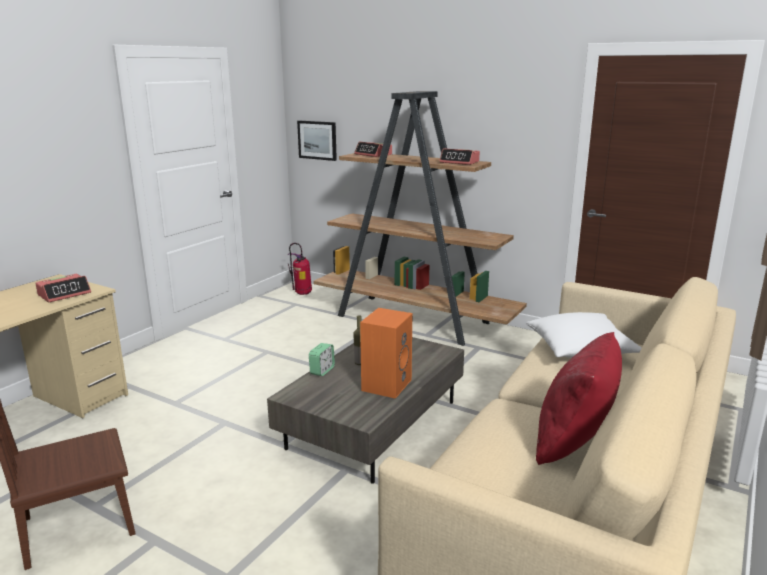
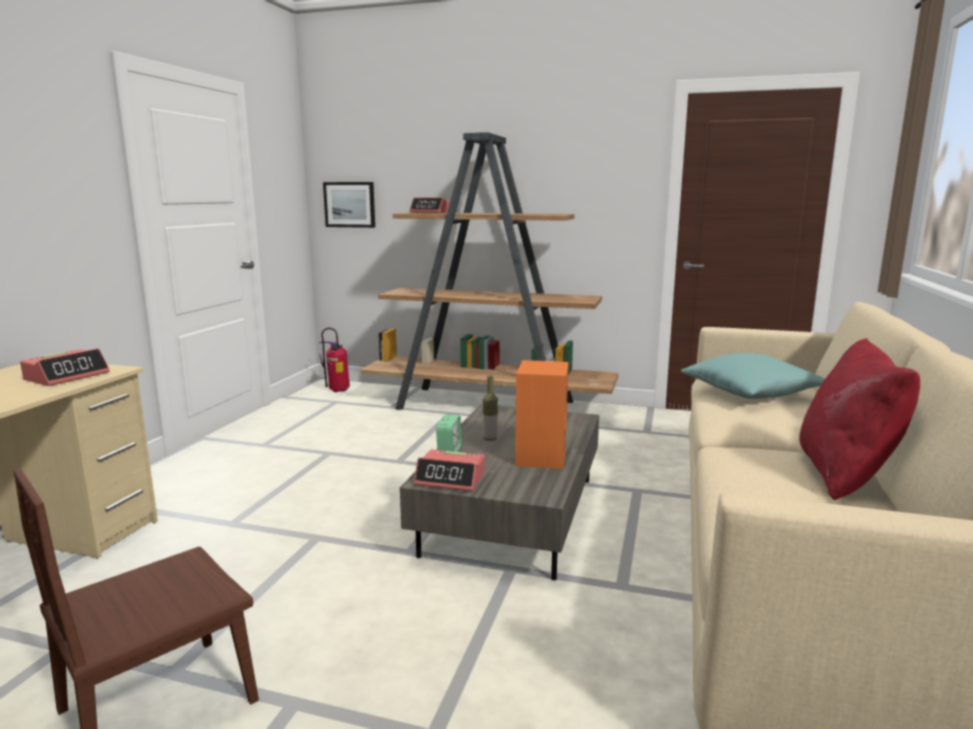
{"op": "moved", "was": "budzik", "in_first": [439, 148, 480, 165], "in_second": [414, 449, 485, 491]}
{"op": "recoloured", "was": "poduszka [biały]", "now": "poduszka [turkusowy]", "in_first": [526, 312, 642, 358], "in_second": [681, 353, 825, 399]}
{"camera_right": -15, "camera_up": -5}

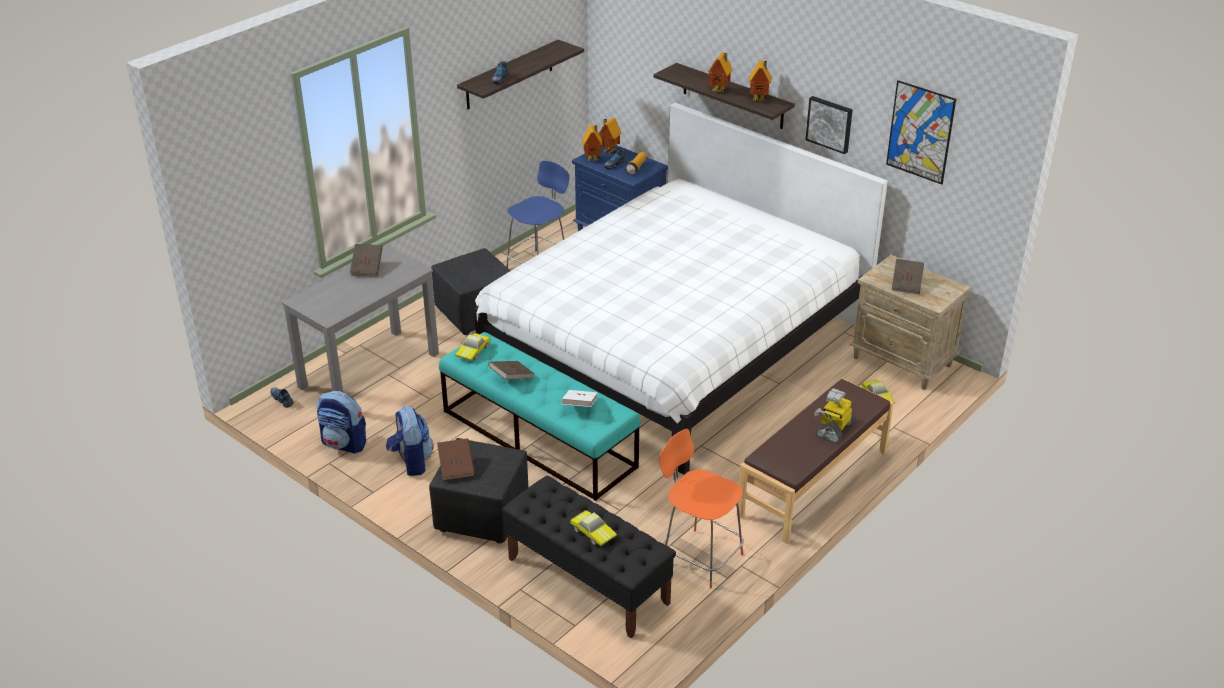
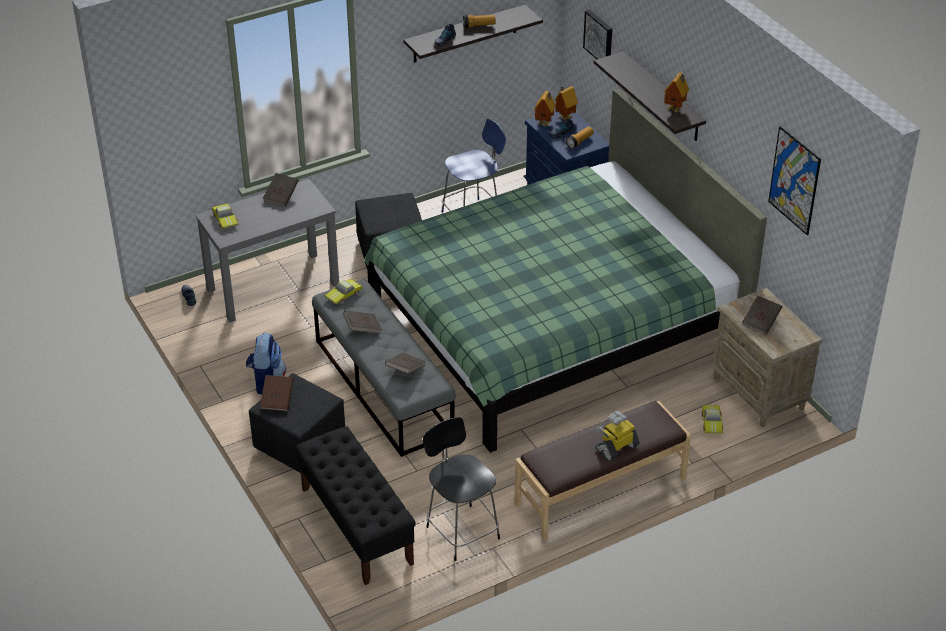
{"op": "moved", "was": "samochodzik", "in_first": [570, 510, 617, 546], "in_second": [212, 203, 239, 229]}
{"op": "recoloured", "was": "ławka [turkusowy]", "now": "ławka [szary]", "in_first": [439, 332, 640, 501], "in_second": [312, 279, 456, 457]}
{"op": "recoloured", "was": "łóżko [biały]", "now": "łóżko [zielony]", "in_first": [474, 103, 888, 475], "in_second": [364, 88, 767, 453]}
{"op": "recoloured", "was": "książka [biały]", "now": "książka [brązowy]", "in_first": [561, 390, 598, 407], "in_second": [385, 353, 425, 374]}
{"op": "recoloured", "was": "stołek [pomarańczowy]", "now": "stołek [czarny]", "in_first": [659, 429, 744, 588], "in_second": [423, 417, 500, 561]}
{"op": "added", "now": "latarka", "in_second": [463, 15, 495, 28]}
{"op": "moved", "was": "obraz", "in_first": [806, 96, 853, 154], "in_second": [583, 10, 612, 59]}
{"op": "removed", "was": "plecak", "in_first": [317, 391, 366, 454]}
{"op": "removed", "was": "domek", "in_first": [707, 52, 732, 93]}
{"camera_right": 20, "camera_up": 5}

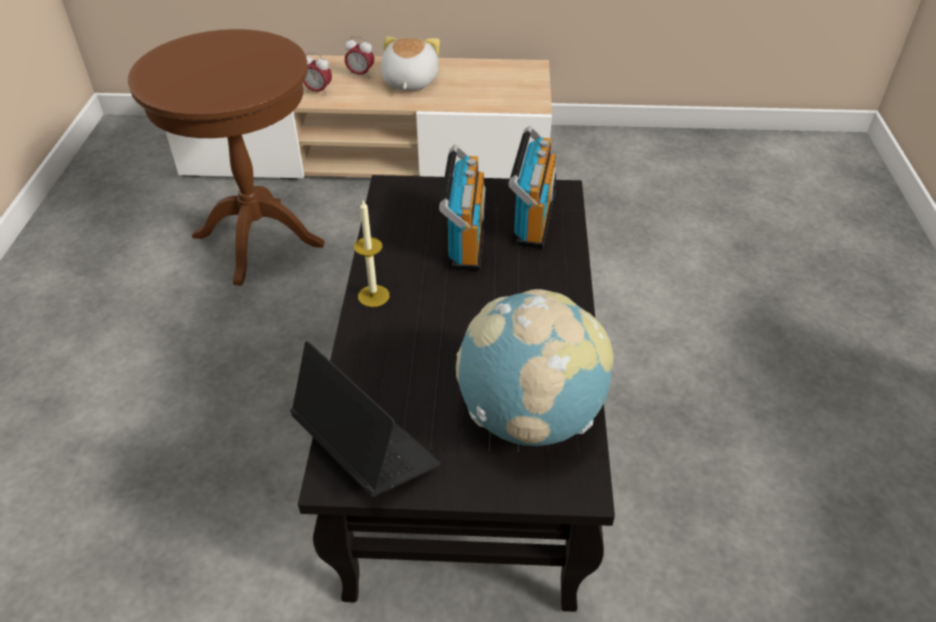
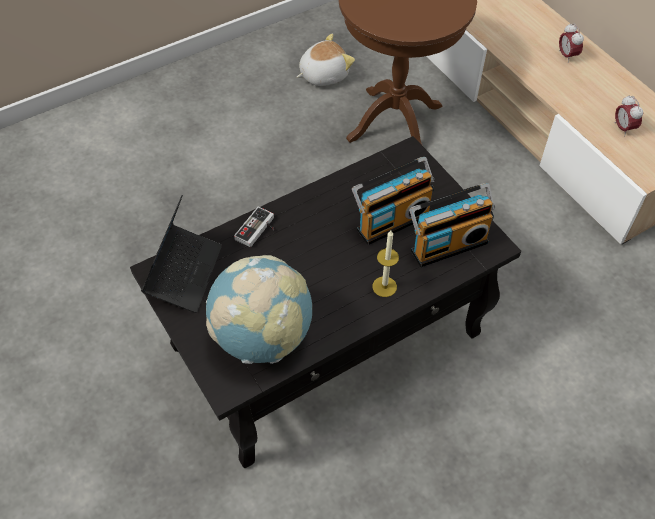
{"op": "added", "now": "pad do gier", "in_second": [234, 206, 274, 247]}
{"op": "moved", "was": "pluszak", "in_first": [381, 36, 440, 91], "in_second": [297, 34, 355, 86]}
{"op": "moved", "was": "świeca", "in_first": [354, 200, 390, 307], "in_second": [372, 230, 399, 297]}
{"op": "moved", "was": "budzik", "in_first": [303, 52, 332, 95], "in_second": [614, 95, 643, 136]}
{"camera_right": 55, "camera_up": 10}

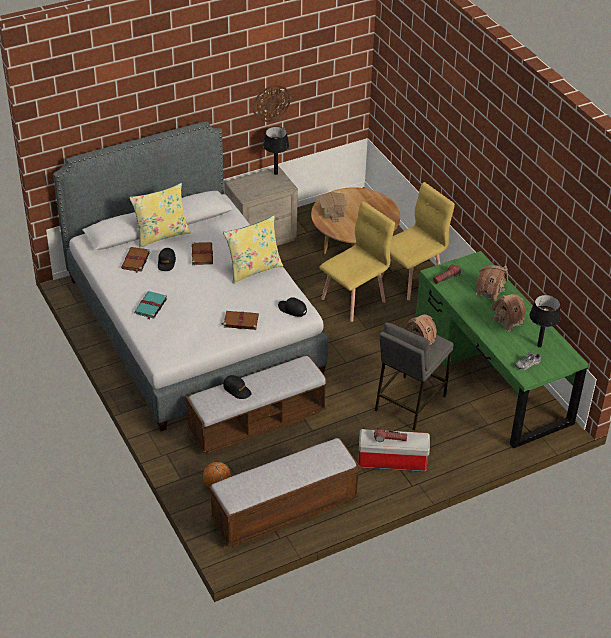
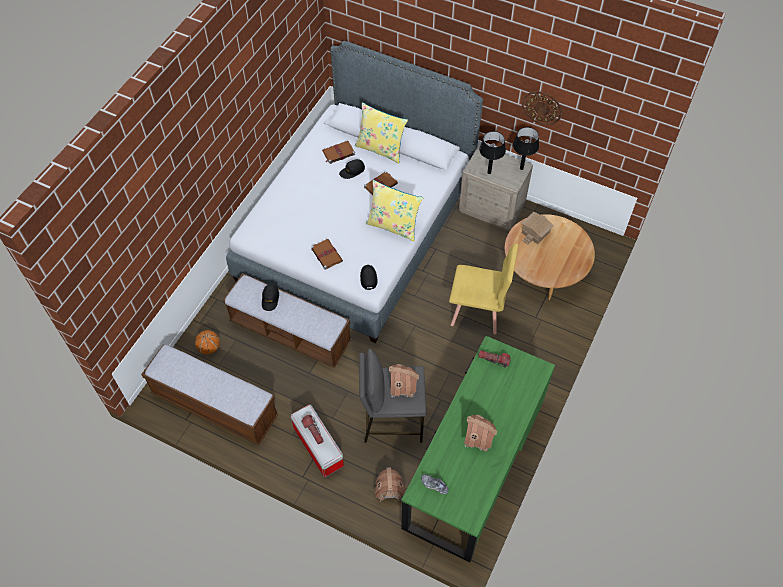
{"op": "moved", "was": "domek", "in_first": [475, 265, 508, 301], "in_second": [375, 467, 405, 502]}
{"op": "moved", "was": "lampa stołowa [czarny]", "in_first": [529, 295, 560, 348], "in_second": [479, 131, 506, 174]}
{"op": "removed", "was": "książka [turkusowy]", "in_first": [134, 291, 167, 320]}
{"op": "removed", "was": "krzesło [żółty]", "in_first": [381, 182, 455, 300]}
{"camera_right": 55, "camera_up": 15}

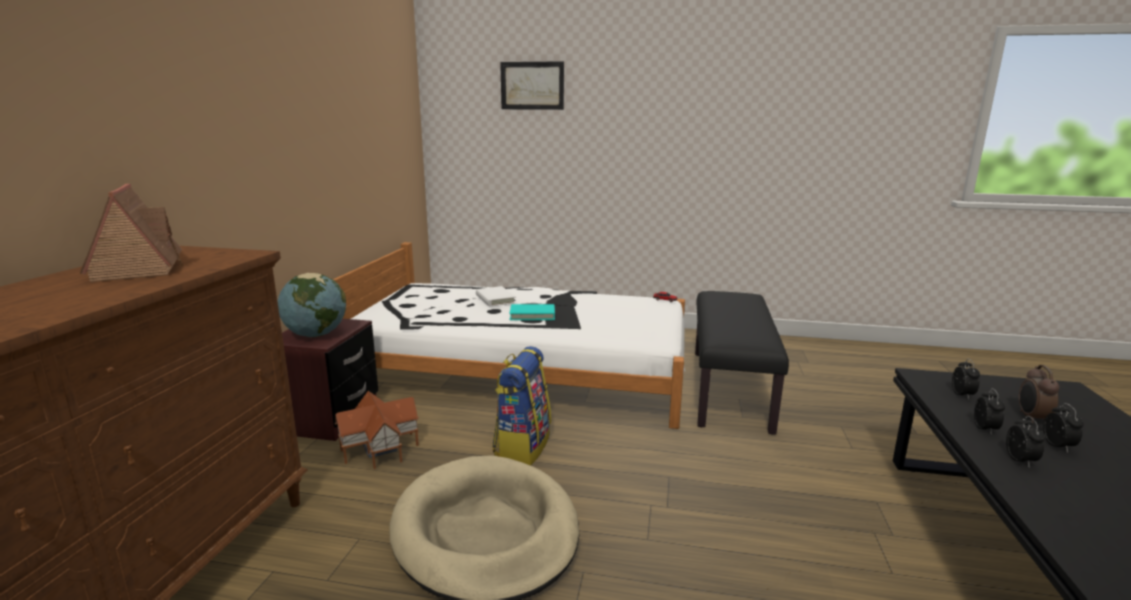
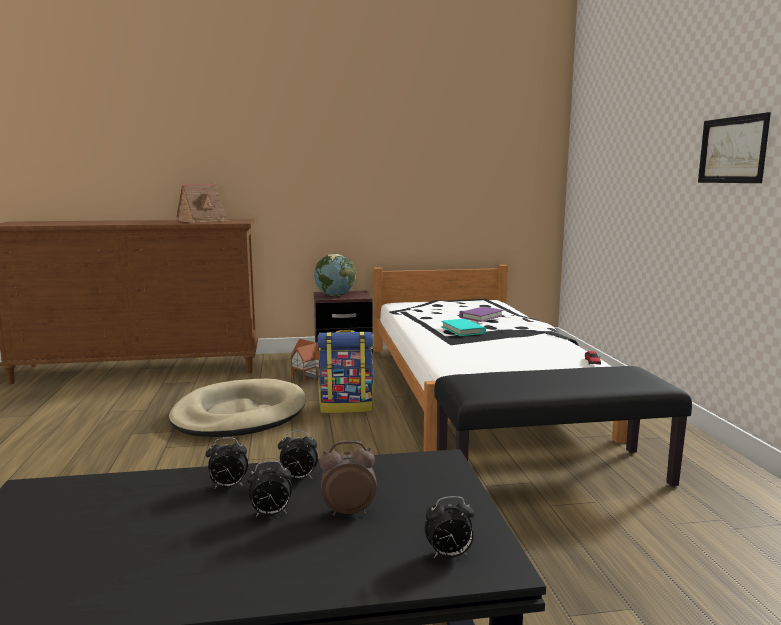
{"op": "moved", "was": "budzik", "in_first": [952, 358, 980, 399], "in_second": [425, 496, 475, 558]}
{"op": "recoloured", "was": "książka [biały]", "now": "książka [fioletowy]", "in_first": [476, 286, 516, 307], "in_second": [459, 307, 504, 322]}
{"op": "moved", "was": "obraz", "in_first": [500, 61, 564, 110], "in_second": [698, 112, 771, 183]}
{"camera_right": 70, "camera_up": -5}

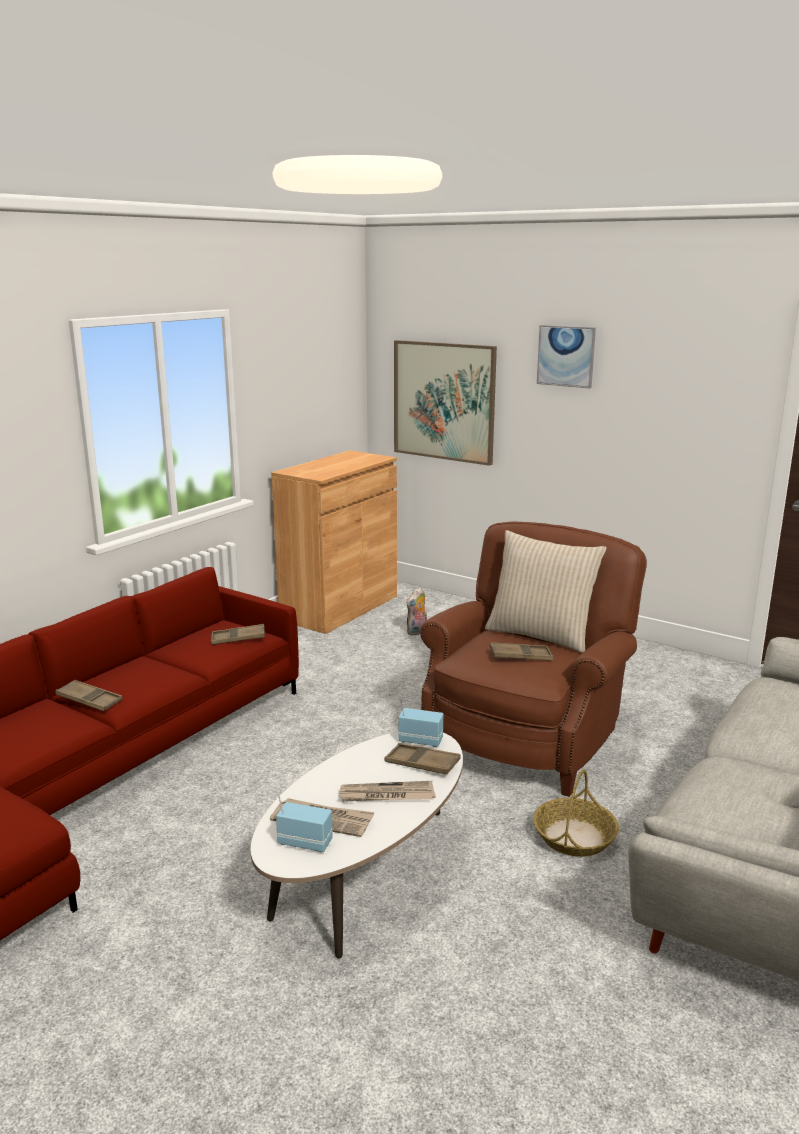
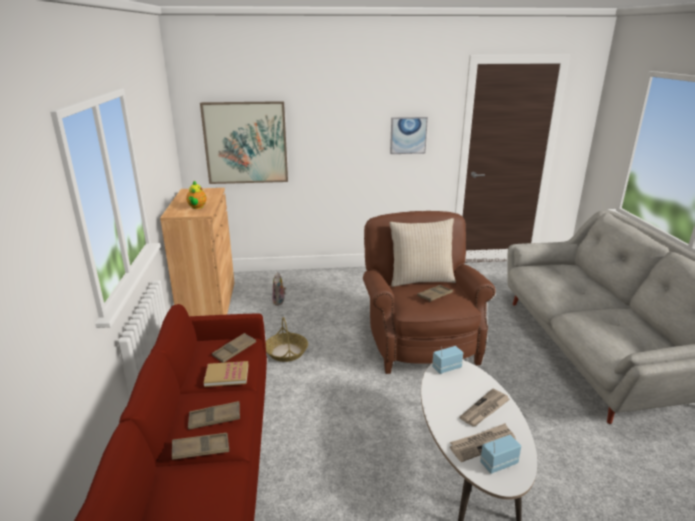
{"op": "added", "now": "imbryk", "in_second": [186, 181, 207, 209]}
{"op": "moved", "was": "taca [brązowy]", "in_first": [384, 743, 461, 774], "in_second": [188, 401, 240, 430]}
{"op": "added", "now": "książka", "in_second": [204, 361, 248, 387]}
{"op": "moved", "was": "koszyk", "in_first": [533, 769, 619, 857], "in_second": [266, 317, 308, 362]}
{"op": "moved", "was": "obraz", "in_first": [537, 325, 596, 388], "in_second": [390, 117, 428, 154]}
{"camera_right": -40, "camera_up": 5}

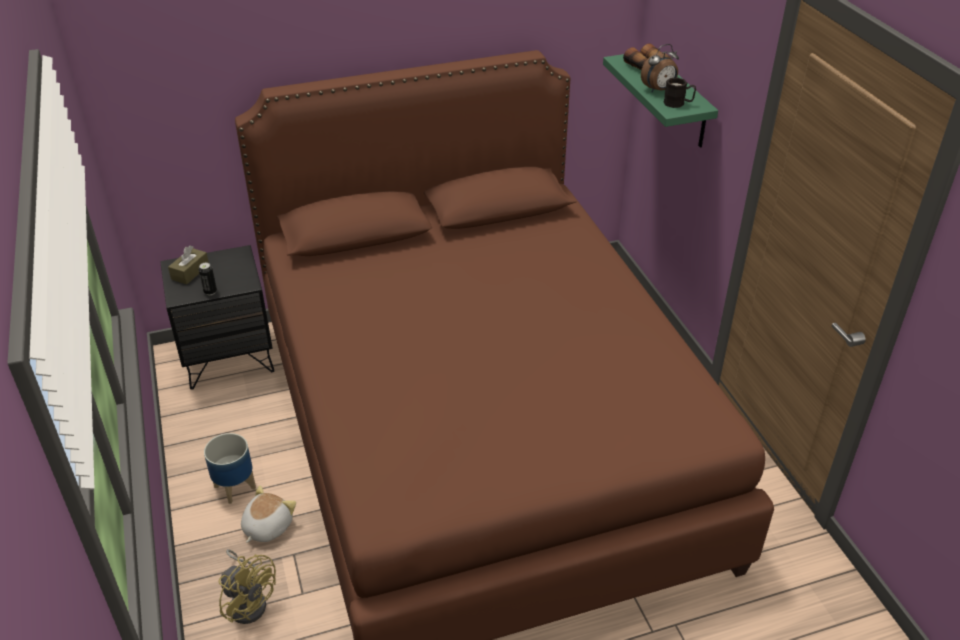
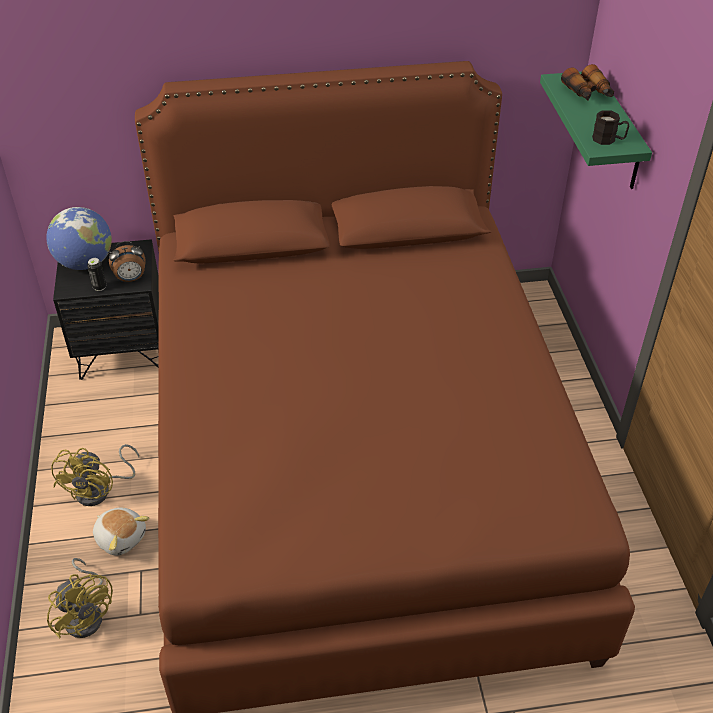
{"op": "replaced", "was": "pudełko chusteczek [brązowy]", "now": "globus", "in_first": [168, 245, 209, 284], "in_second": [47, 207, 112, 270]}
{"op": "replaced", "was": "donica", "now": "wentylator [żółty]", "in_first": [204, 433, 256, 504], "in_second": [51, 444, 139, 506]}
{"op": "turned", "was": "pluszak", "in_first": [241, 486, 296, 543], "in_second": [93, 508, 149, 556], "clockwise": 90}
{"op": "moved", "was": "budzik", "in_first": [641, 44, 679, 92], "in_second": [109, 241, 146, 282]}
{"camera_right": 10, "camera_up": 5}

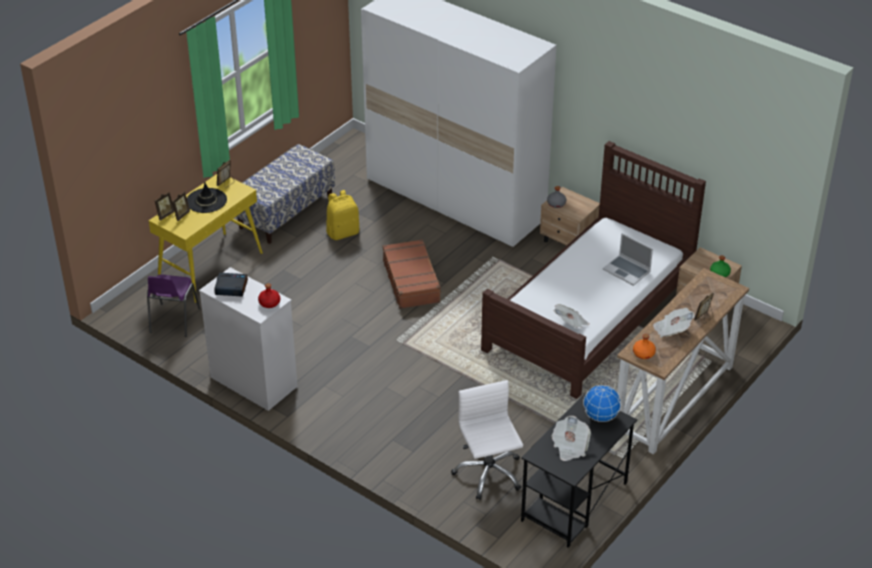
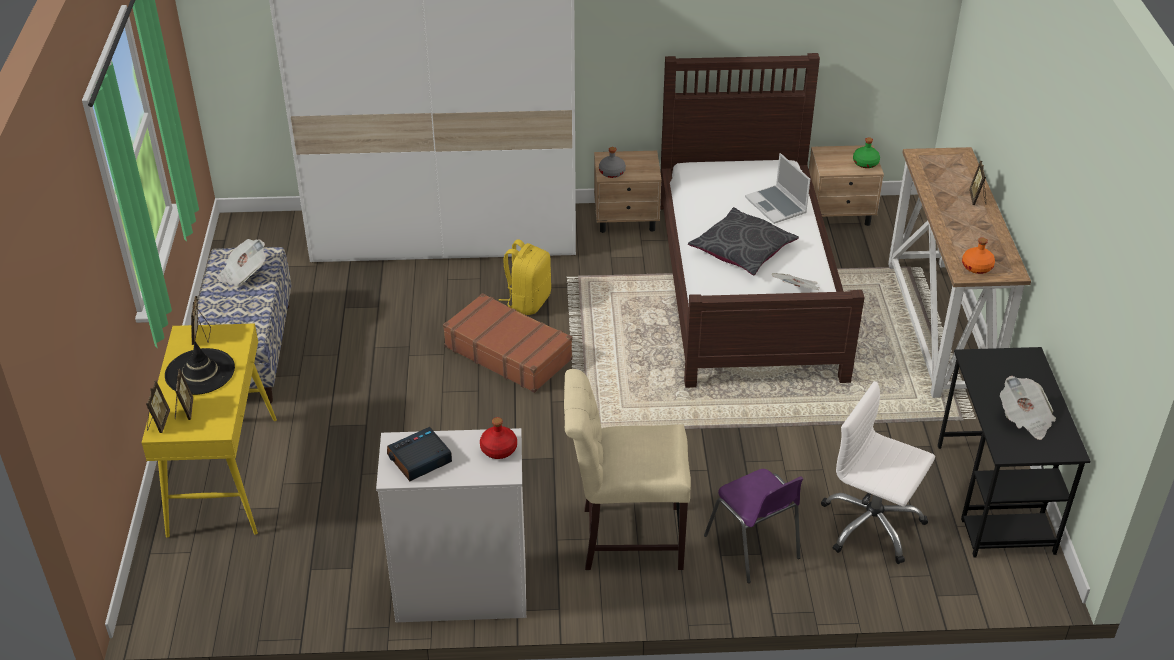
{"op": "moved", "was": "gazeta", "in_first": [653, 308, 695, 338], "in_second": [217, 239, 266, 287]}
{"op": "moved", "was": "plecak [żółty]", "in_first": [326, 190, 359, 240], "in_second": [499, 239, 551, 315]}
{"op": "added", "now": "krzesło [beżowy]", "in_second": [564, 369, 691, 570]}
{"op": "added", "now": "poduszka [szary]", "in_second": [688, 207, 799, 276]}
{"op": "moved", "was": "krzesło [fioletowy]", "in_first": [147, 274, 200, 337], "in_second": [704, 469, 803, 583]}
{"op": "turned", "was": "laptop", "in_first": [603, 233, 653, 286], "in_second": [745, 153, 810, 224], "clockwise": 60}
{"op": "removed", "was": "globus", "in_first": [583, 385, 621, 422]}
{"camera_right": -40, "camera_up": 0}

